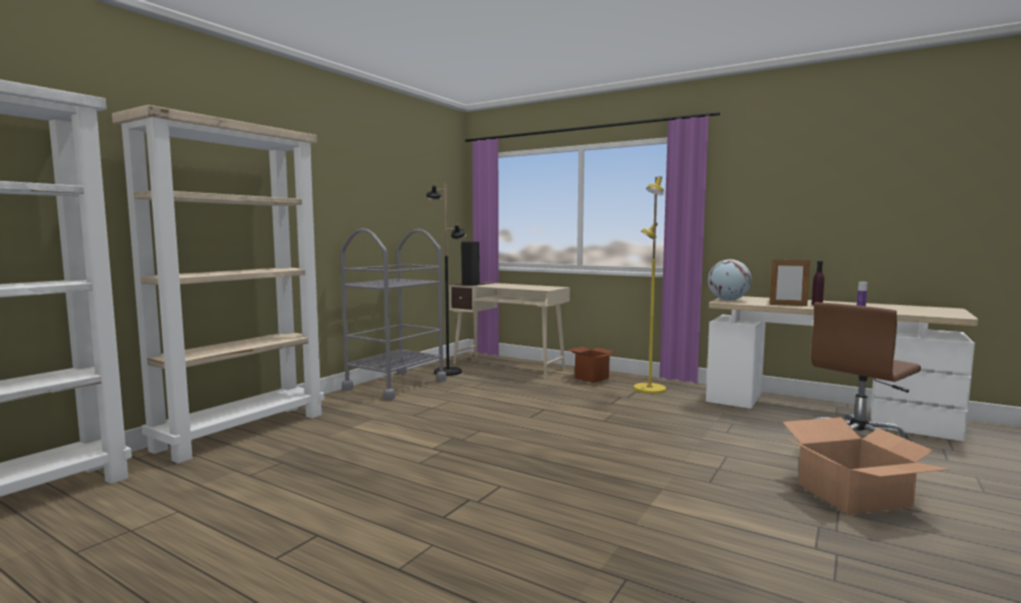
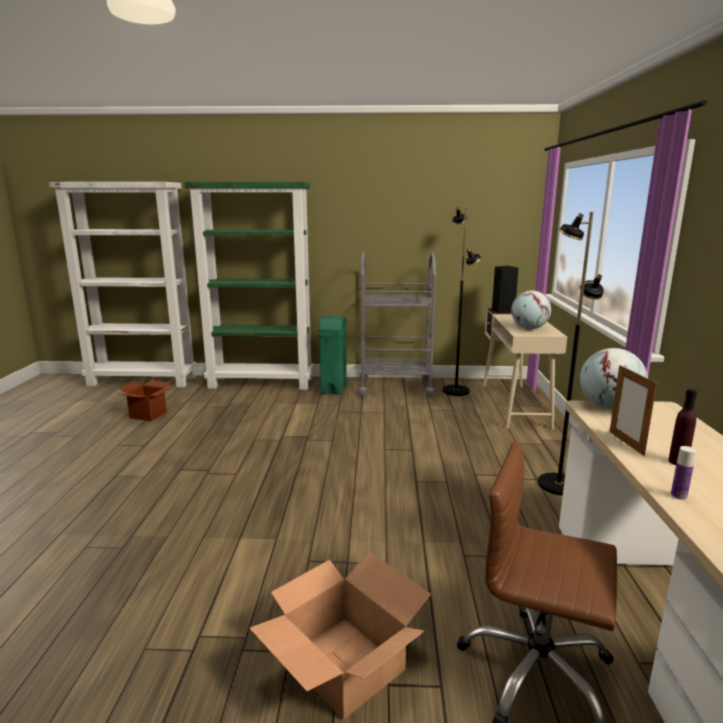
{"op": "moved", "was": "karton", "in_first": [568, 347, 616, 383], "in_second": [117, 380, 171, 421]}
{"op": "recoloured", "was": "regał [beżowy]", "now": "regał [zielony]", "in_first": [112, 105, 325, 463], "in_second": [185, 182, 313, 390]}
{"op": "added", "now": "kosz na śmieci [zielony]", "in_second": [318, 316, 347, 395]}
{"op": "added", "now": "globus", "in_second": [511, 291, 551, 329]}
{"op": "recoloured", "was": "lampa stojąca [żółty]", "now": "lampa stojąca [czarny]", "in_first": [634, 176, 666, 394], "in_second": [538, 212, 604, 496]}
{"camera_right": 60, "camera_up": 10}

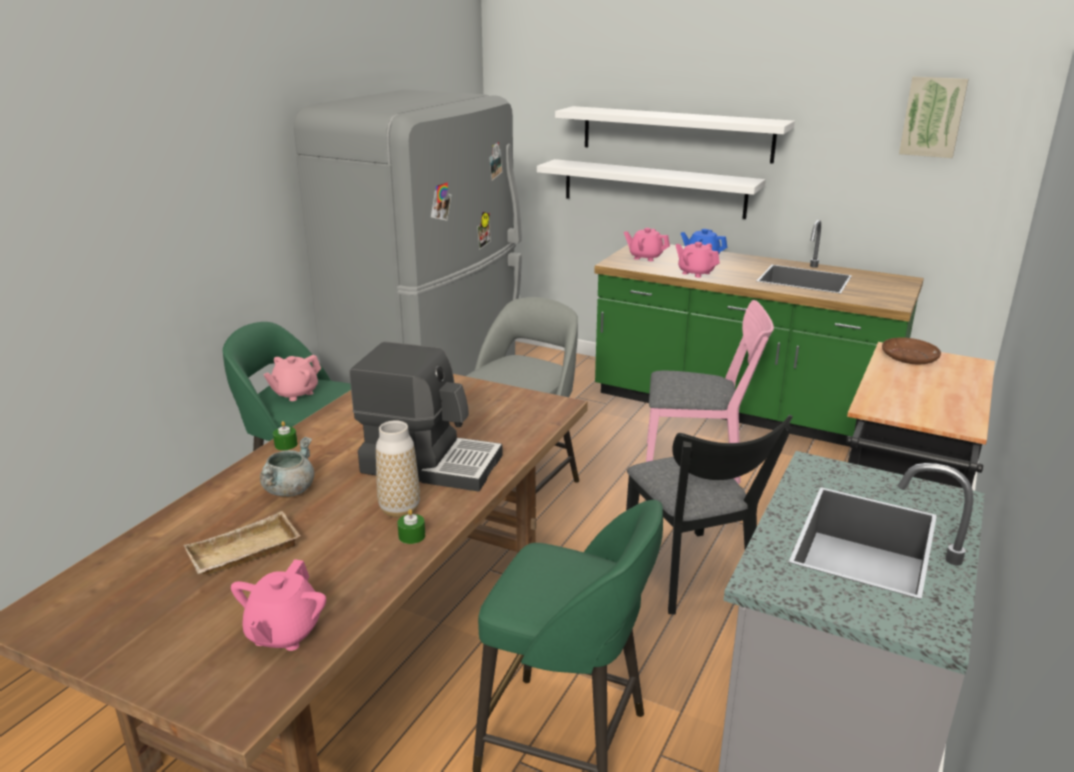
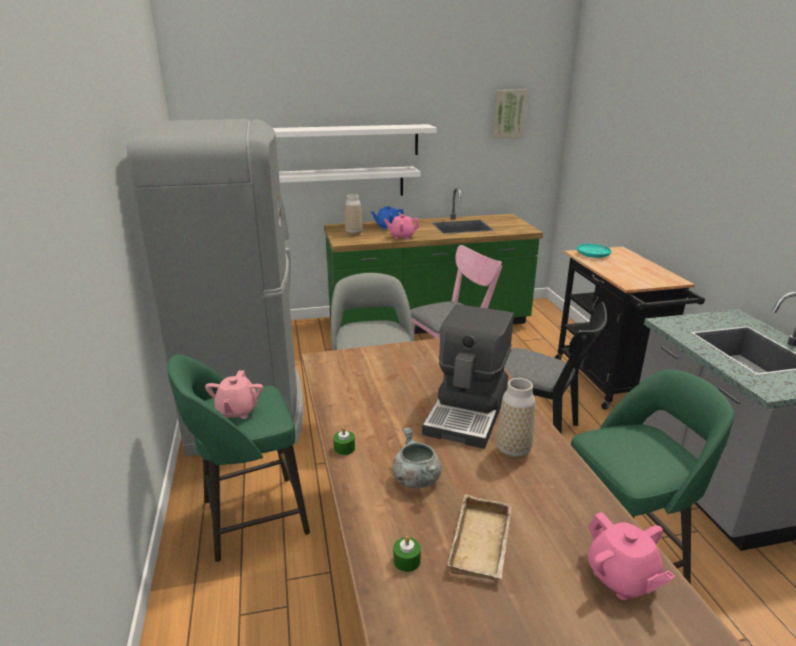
{"op": "replaced", "was": "imbryk [różowy]", "now": "wazon", "in_first": [624, 228, 670, 261], "in_second": [345, 194, 362, 236]}
{"op": "moved", "was": "świeca [zielony]", "in_first": [397, 509, 425, 544], "in_second": [393, 536, 421, 572]}
{"op": "turned", "was": "ekspres do kawy", "in_first": [350, 342, 503, 492], "in_second": [422, 304, 514, 449], "clockwise": 135}
{"op": "recoloured", "was": "talerz [brązowy]", "now": "talerz [turkusowy]", "in_first": [882, 337, 941, 364], "in_second": [577, 244, 612, 258]}
{"camera_right": -40, "camera_up": 0}

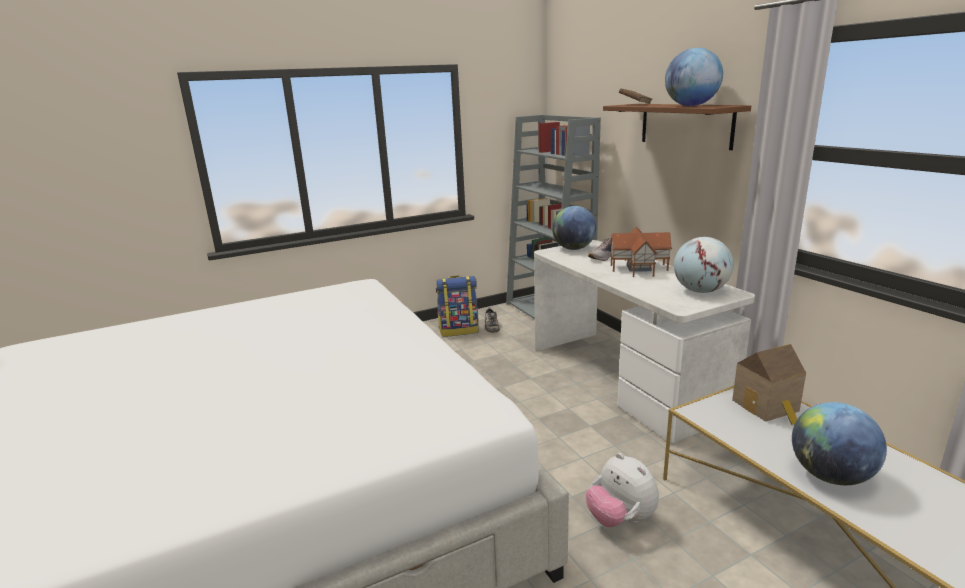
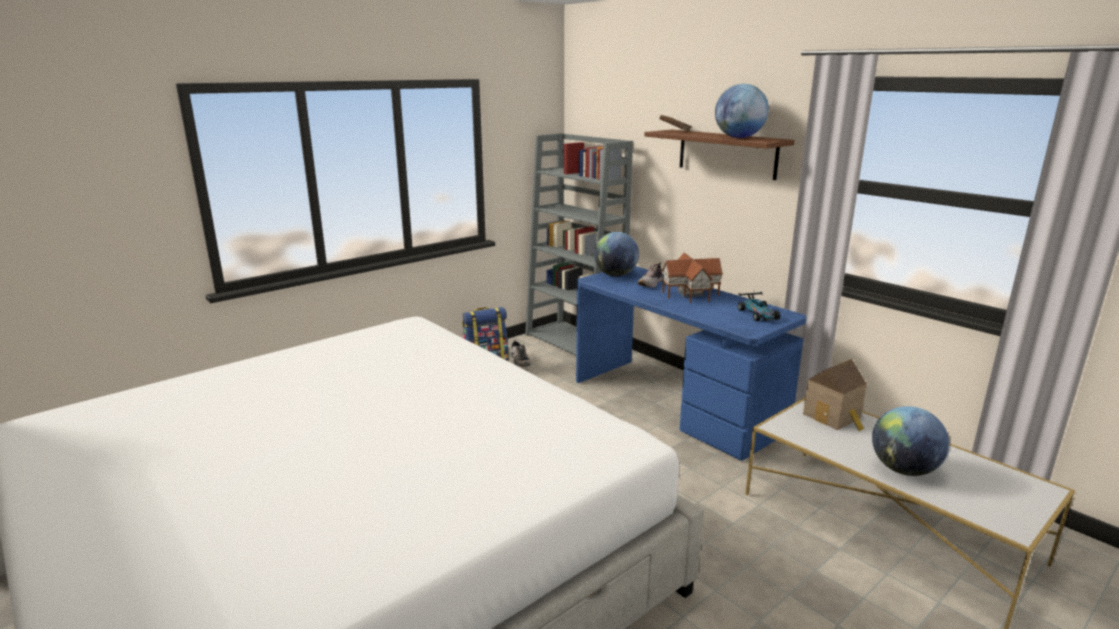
{"op": "recoloured", "was": "biurko [biały]", "now": "biurko [niebieski]", "in_first": [534, 240, 755, 443], "in_second": [576, 266, 807, 460]}
{"op": "replaced", "was": "globus", "now": "samochodzik", "in_first": [674, 237, 734, 293], "in_second": [738, 292, 780, 321]}
{"op": "removed", "was": "pluszak", "in_first": [586, 453, 659, 527]}
{"camera_right": -15, "camera_up": 0}

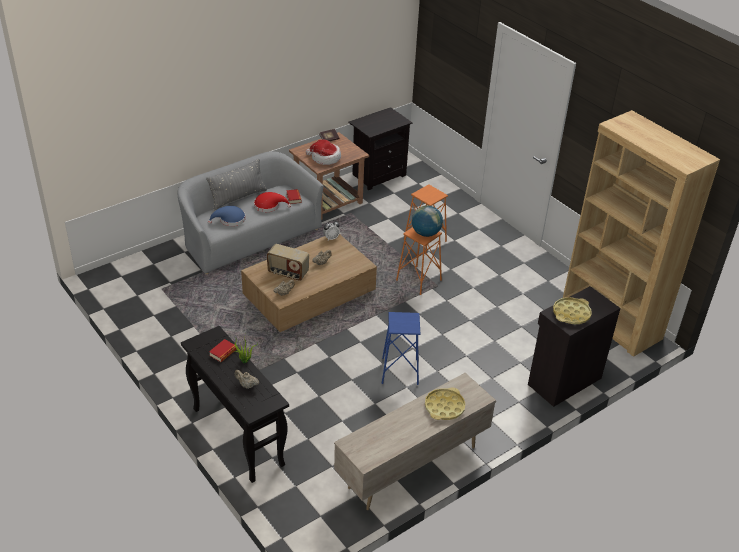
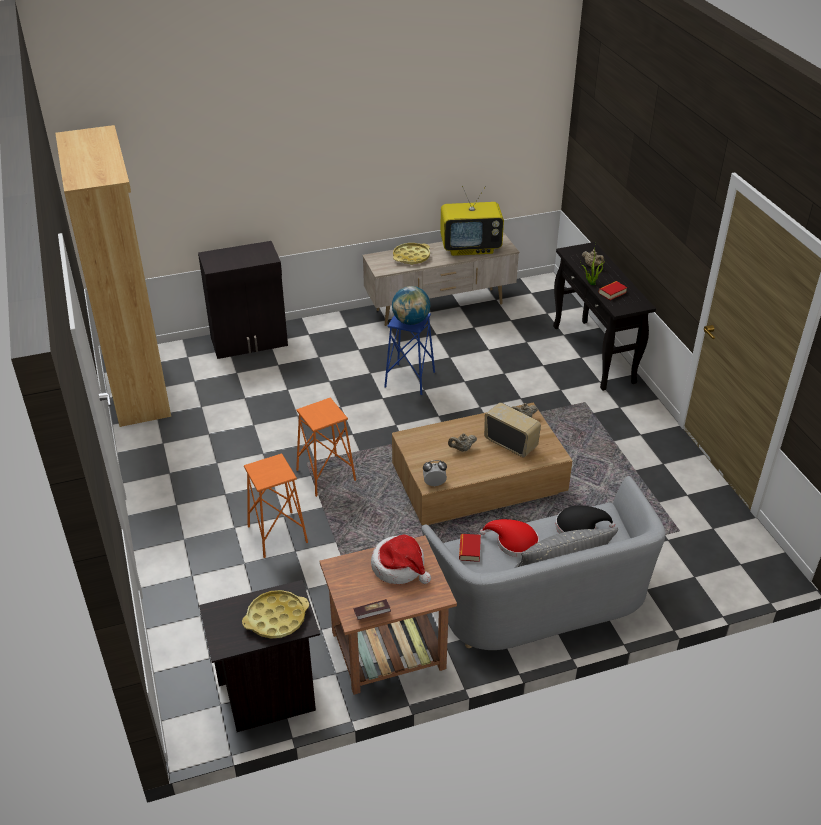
{"op": "moved", "was": "taca [żółty]", "in_first": [553, 297, 592, 324], "in_second": [242, 590, 309, 638]}
{"op": "moved", "was": "globus", "in_first": [412, 205, 443, 237], "in_second": [392, 286, 430, 325]}
{"op": "added", "now": "telewizor", "in_second": [440, 185, 504, 256]}
{"op": "recoloured", "was": "kapelusz [niebieski]", "now": "kapelusz [czarny]", "in_first": [208, 206, 246, 226], "in_second": [556, 506, 615, 533]}
{"camera_right": -160, "camera_up": 0}

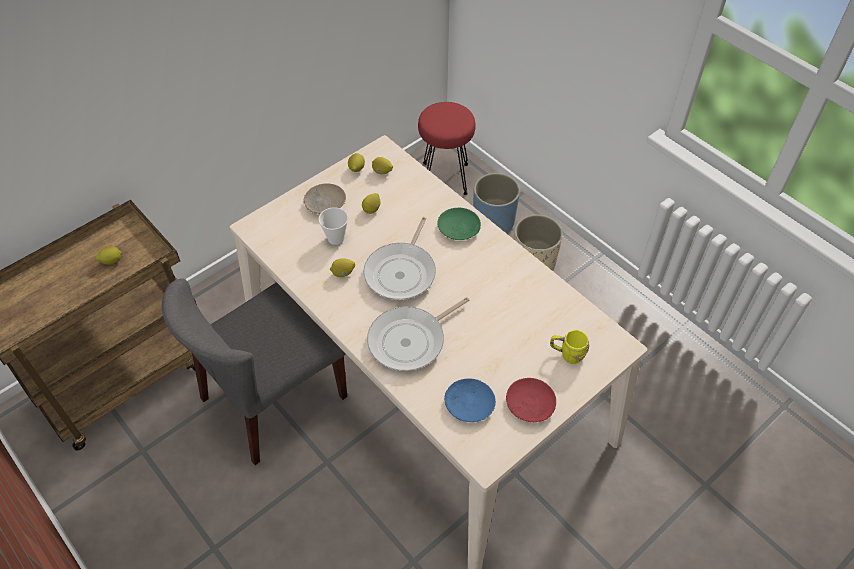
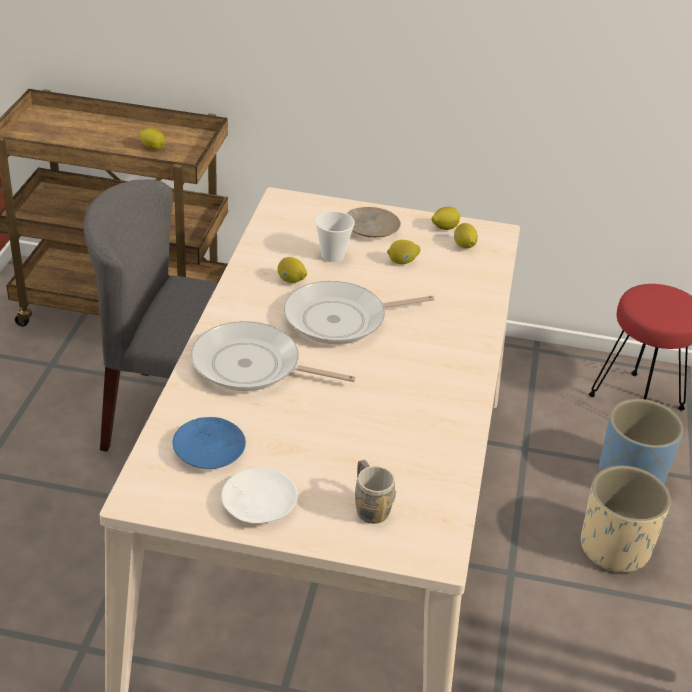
{"op": "recoloured", "was": "talerz [czerwony]", "now": "talerz [biały]", "in_first": [506, 378, 556, 422], "in_second": [221, 468, 298, 523]}
{"op": "recoloured", "was": "kubek [żółty]", "now": "kubek [szary]", "in_first": [550, 330, 589, 364], "in_second": [355, 460, 396, 524]}
{"op": "removed", "was": "talerz [zielony]", "in_first": [437, 208, 481, 240]}
{"camera_right": 50, "camera_up": -15}

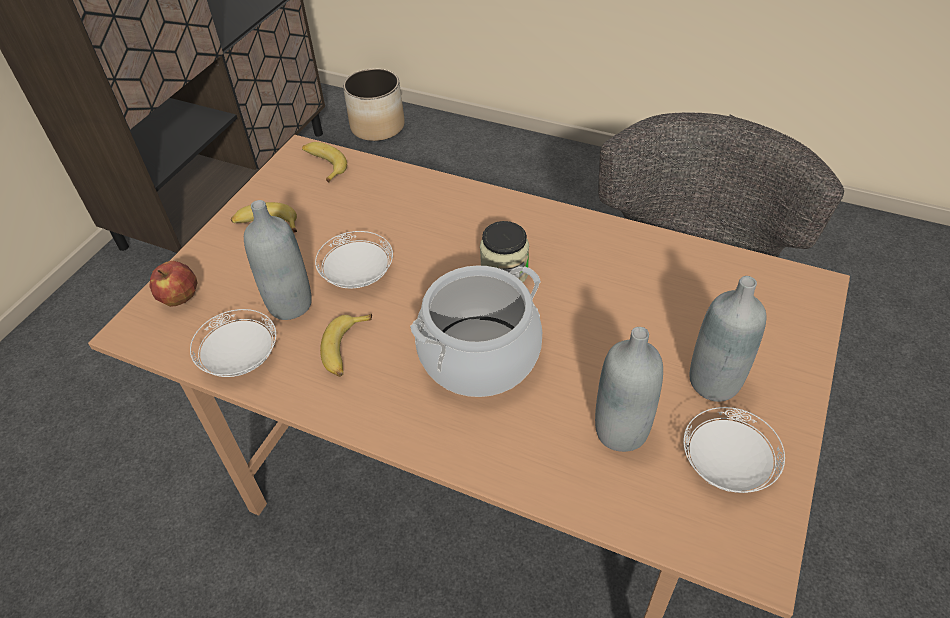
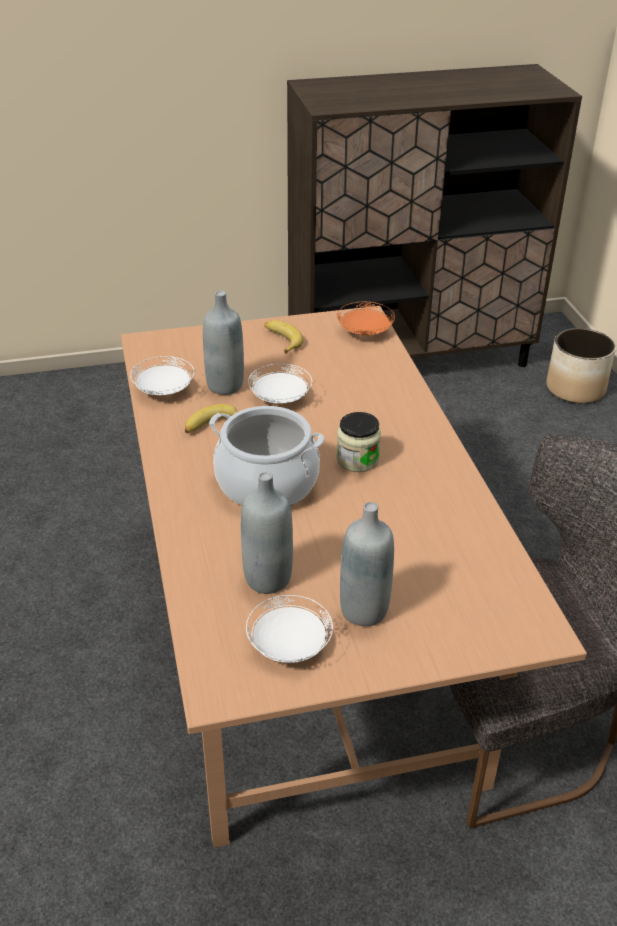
{"op": "replaced", "was": "banan", "now": "talerz [pomarańczowy]", "in_first": [302, 142, 347, 183], "in_second": [337, 302, 395, 335]}
{"op": "removed", "was": "jabłko", "in_first": [149, 261, 198, 307]}
{"camera_right": 50, "camera_up": -10}

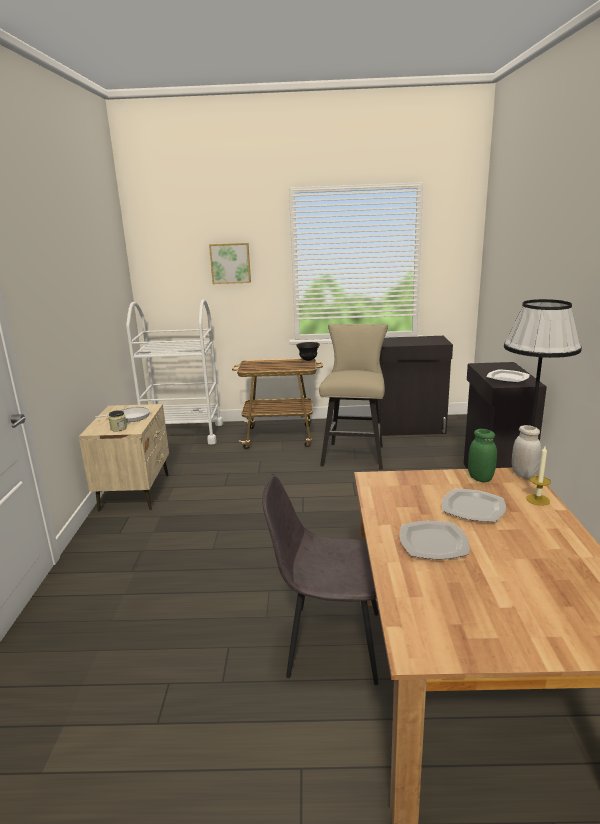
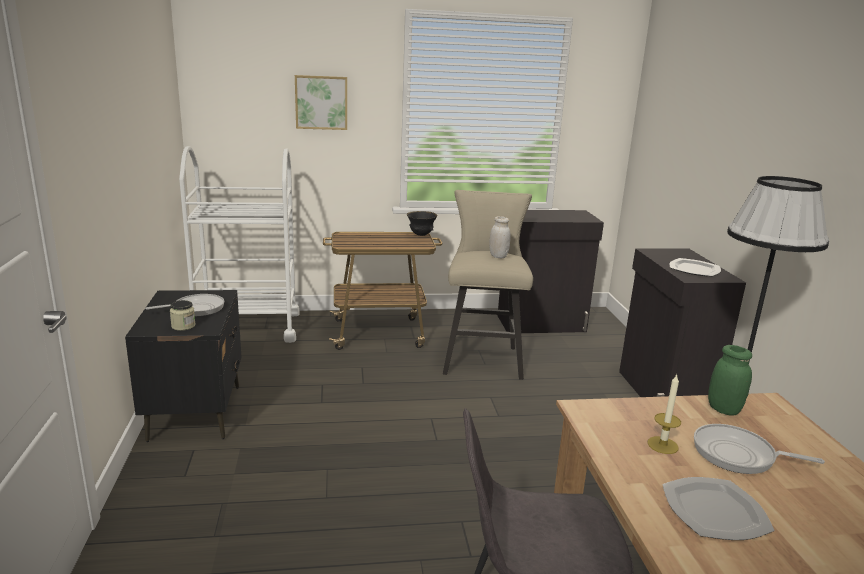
{"op": "recoloured", "was": "szafka nocna [beżowy]", "now": "szafka nocna [czarny]", "in_first": [79, 404, 169, 511], "in_second": [125, 290, 242, 442]}
{"op": "moved", "was": "słoik [biały]", "in_first": [512, 425, 541, 478], "in_second": [489, 216, 511, 258]}
{"op": "moved", "was": "świeca", "in_first": [526, 446, 551, 506], "in_second": [648, 375, 681, 454]}
{"op": "replaced", "was": "talerz", "now": "patelnia", "in_first": [442, 488, 506, 522], "in_second": [694, 424, 825, 474]}
{"camera_right": -10, "camera_up": 0}

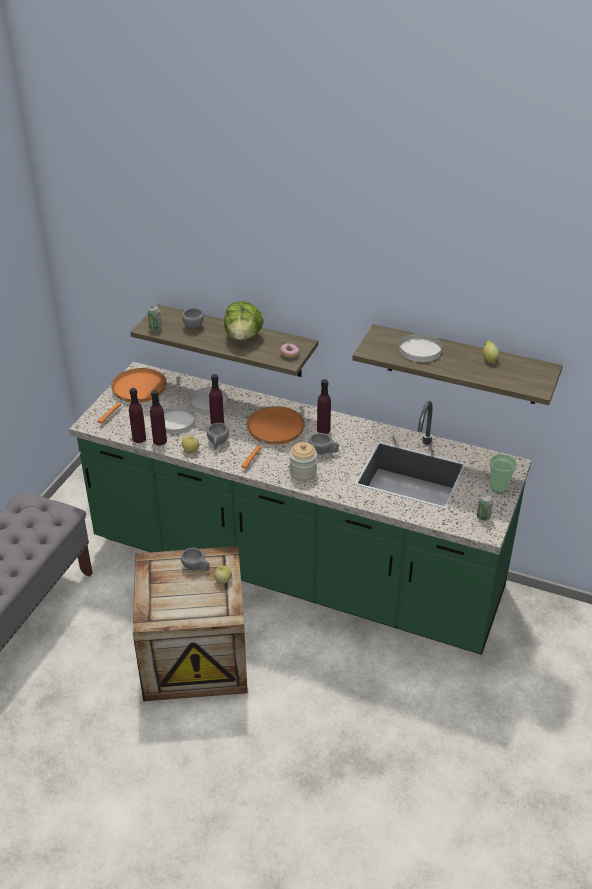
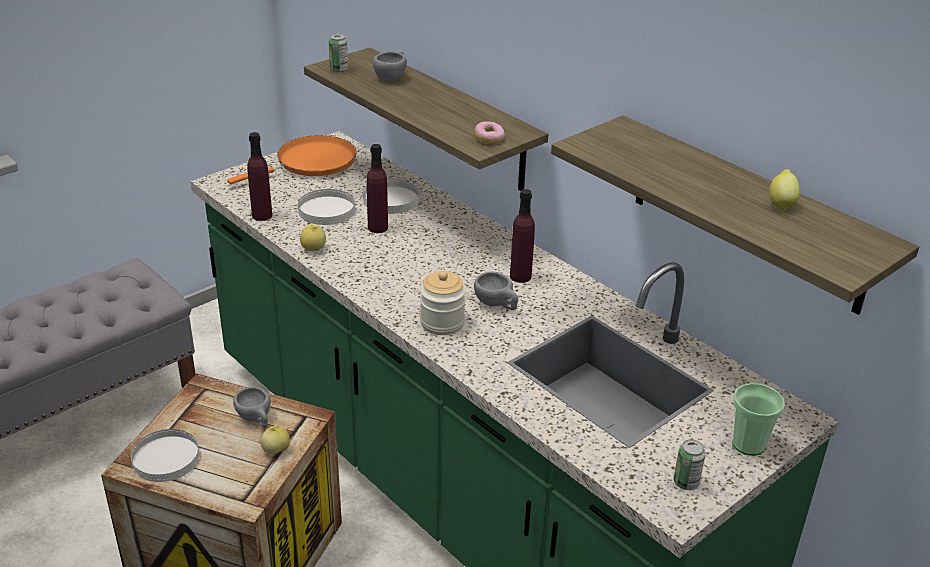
{"op": "moved", "was": "talerz [biały]", "in_first": [399, 333, 442, 362], "in_second": [131, 429, 199, 482]}
{"op": "removed", "was": "butelka [fioletowy]", "in_first": [150, 390, 167, 445]}
{"op": "removed", "was": "filiżanka [szary]", "in_first": [207, 423, 229, 450]}
{"op": "removed", "was": "sałata", "in_first": [224, 301, 263, 341]}
{"op": "removed", "was": "patelnia [pomarańczowy]", "in_first": [241, 406, 305, 469]}
{"camera_right": 25, "camera_up": -5}

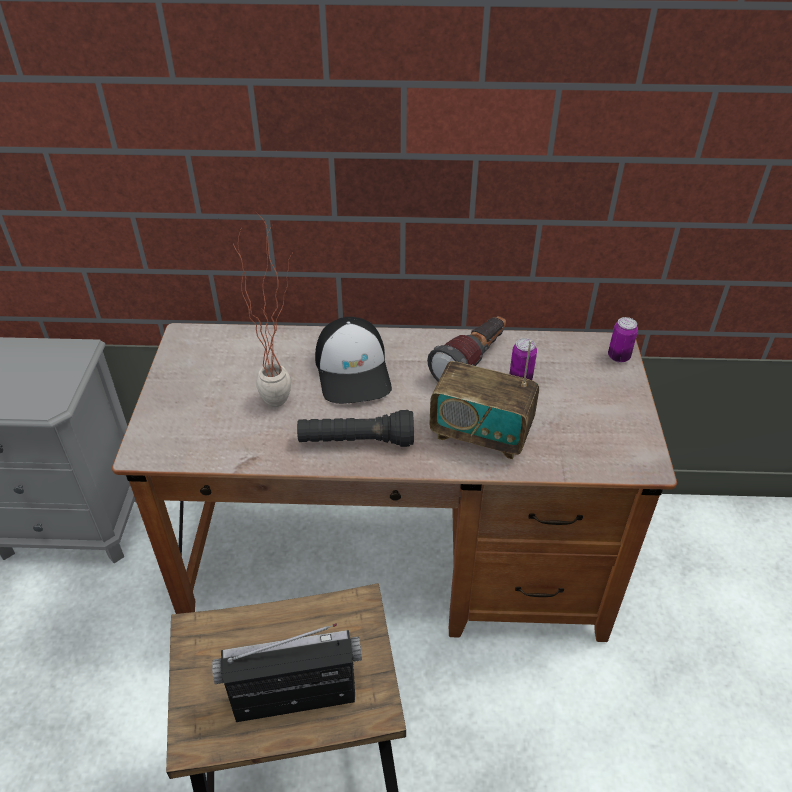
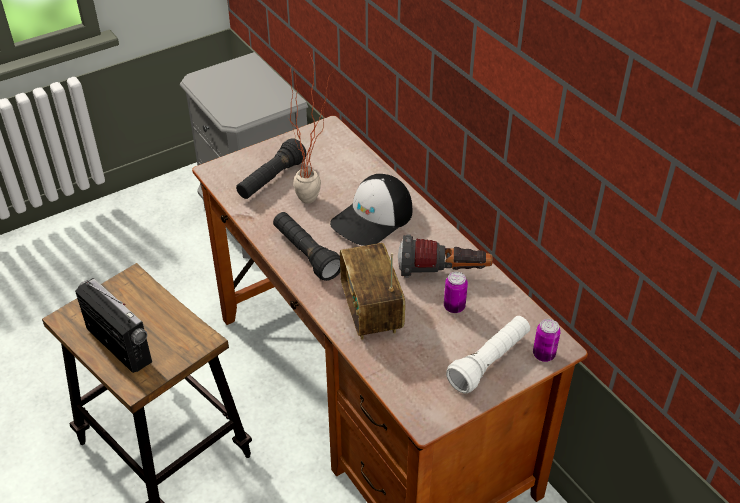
{"op": "added", "now": "latarka [czarny]", "in_second": [236, 138, 307, 199]}
{"op": "added", "now": "latarka [biały]", "in_second": [446, 316, 530, 393]}
{"camera_right": 55, "camera_up": 0}

